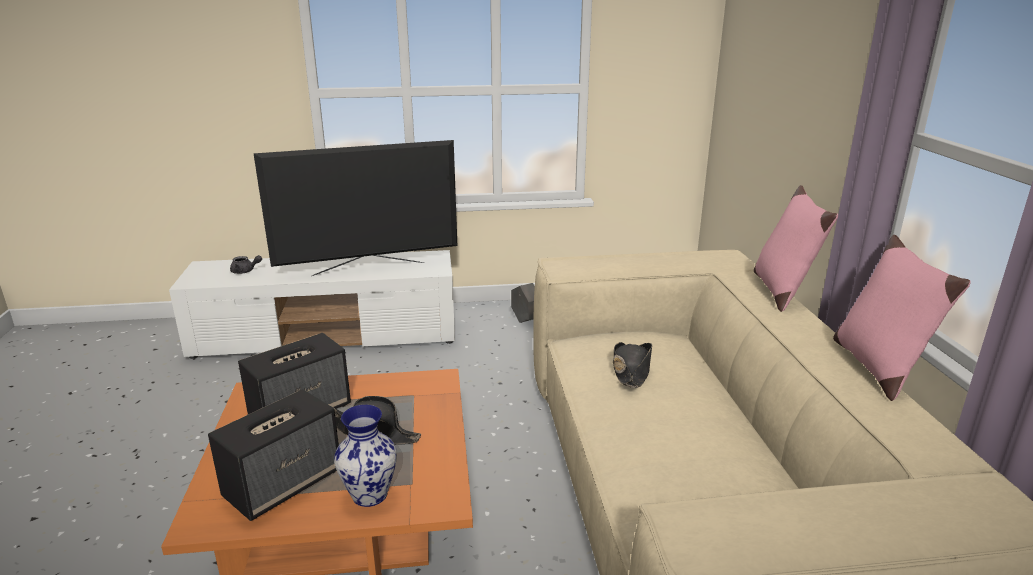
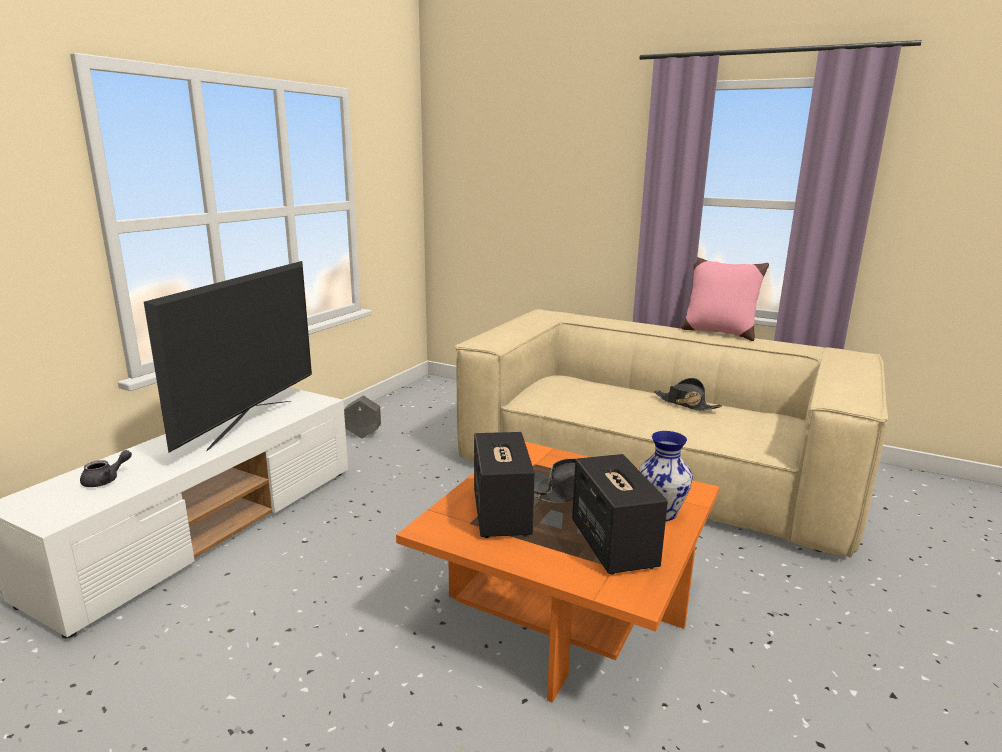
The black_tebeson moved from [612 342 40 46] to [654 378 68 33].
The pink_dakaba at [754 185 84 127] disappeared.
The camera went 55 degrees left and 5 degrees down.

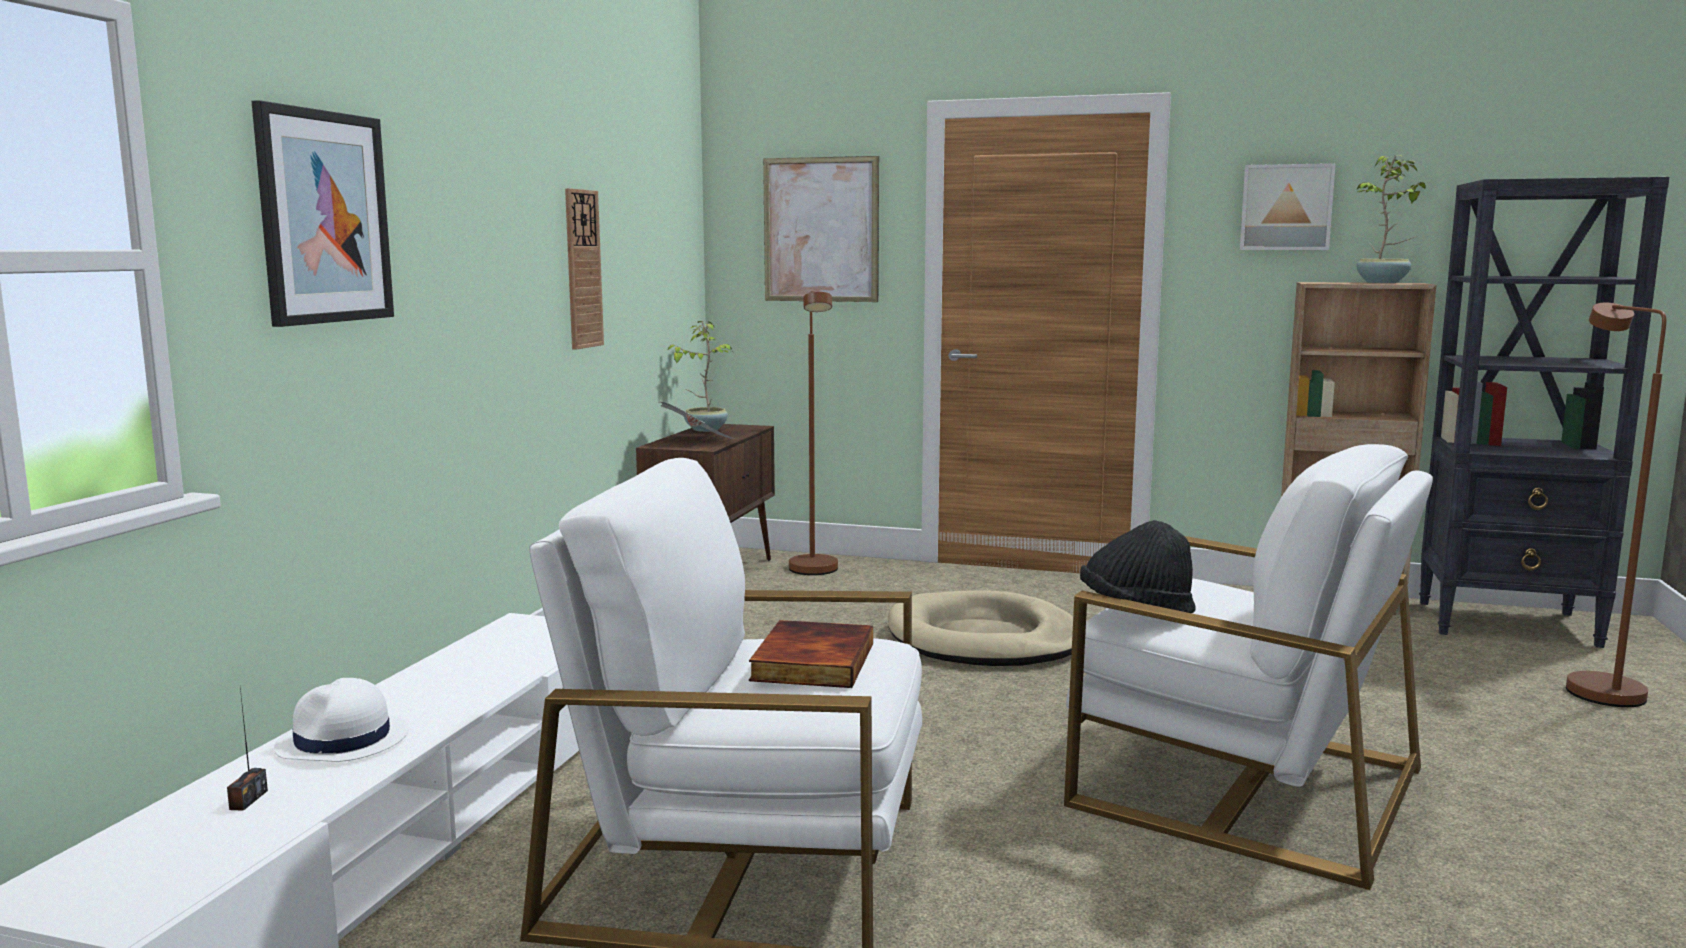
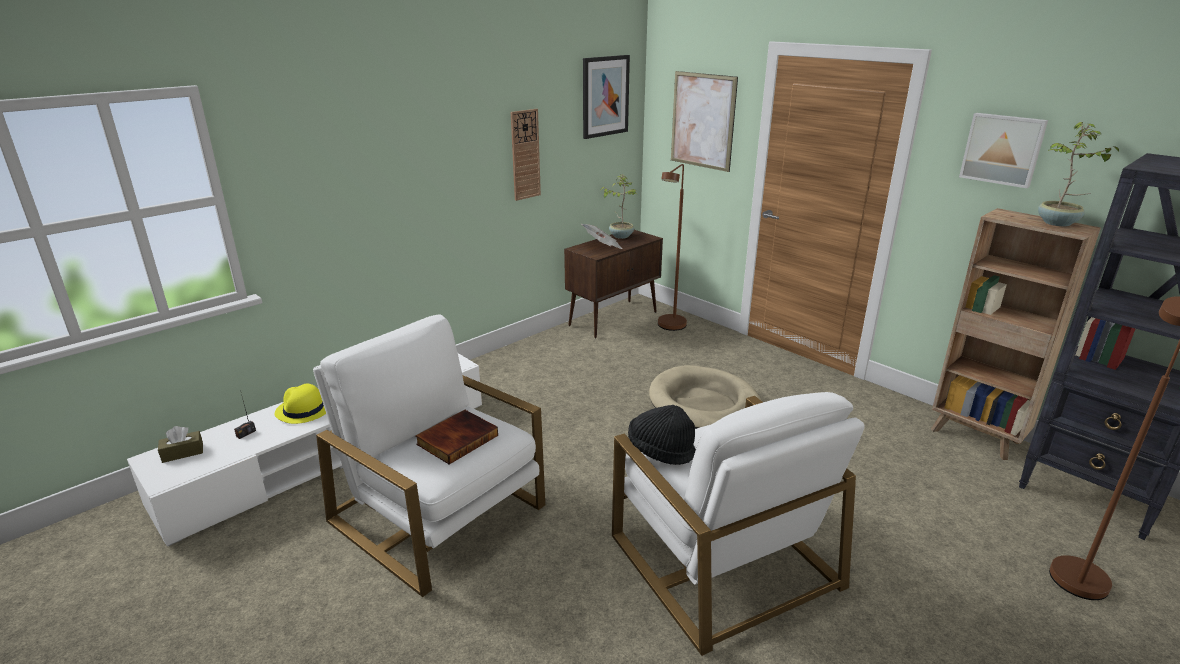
The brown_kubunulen at [158 426 45 37] appeared.
The white_tebeson at [274 678 135 84] became the yellow_tebeson at [275 384 51 40].
The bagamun moved from [252 100 142 227] to [583 55 47 84].
The camera went 30 degrees right and 15 degrees up.

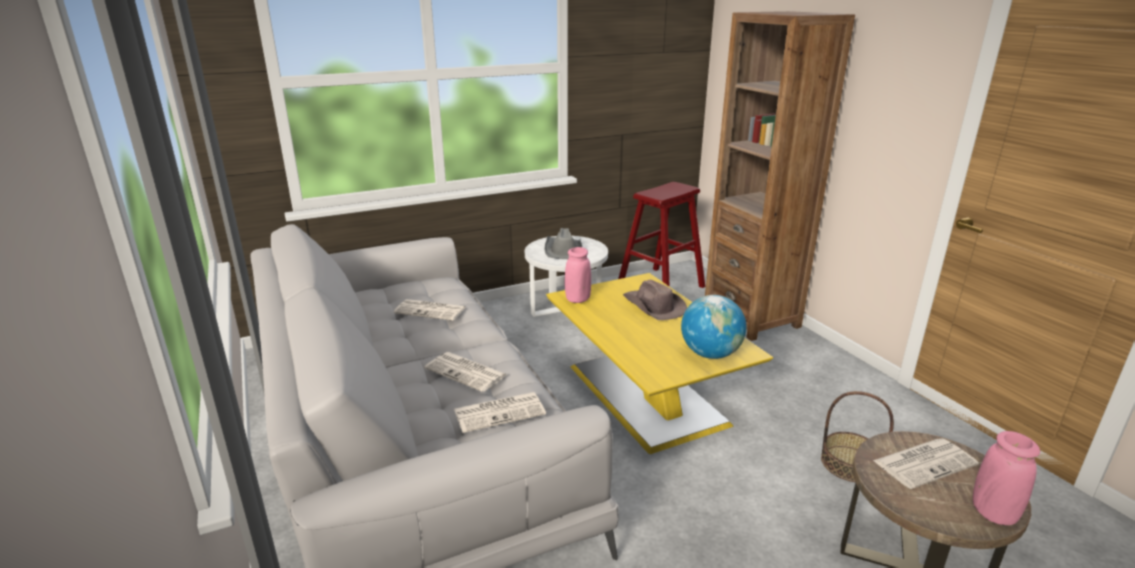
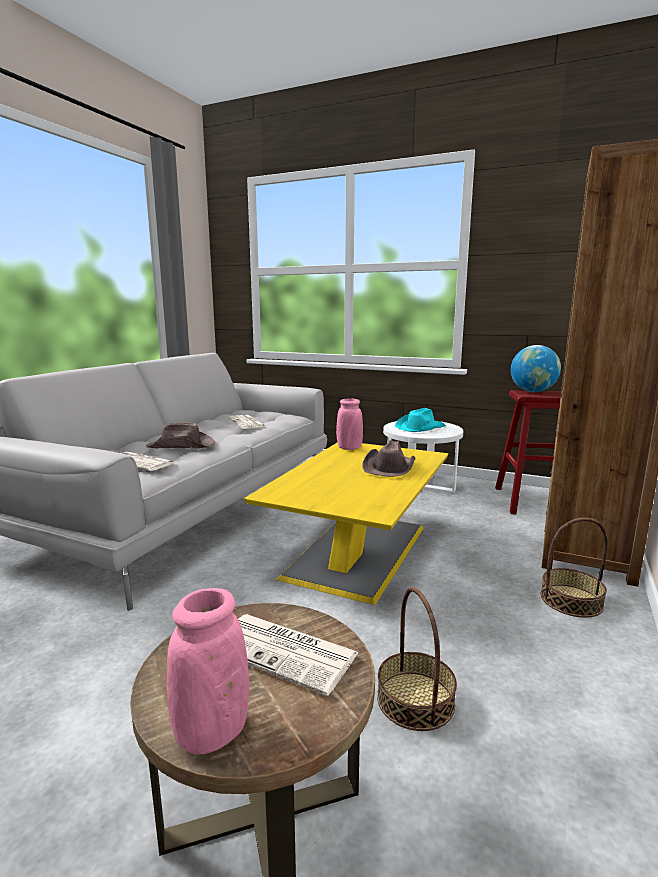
The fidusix at [424 352 83 40] was replaced by the brown_tebeson at [146 422 69 26].
The grey_tebeson at [544 228 38 31] became the turquoise_tebeson at [395 408 51 24].
The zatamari moved from [681 295 65 64] to [511 345 50 47].
The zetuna at [541 518 67 100] appeared.
The camera went 50 degrees right and 10 degrees down.

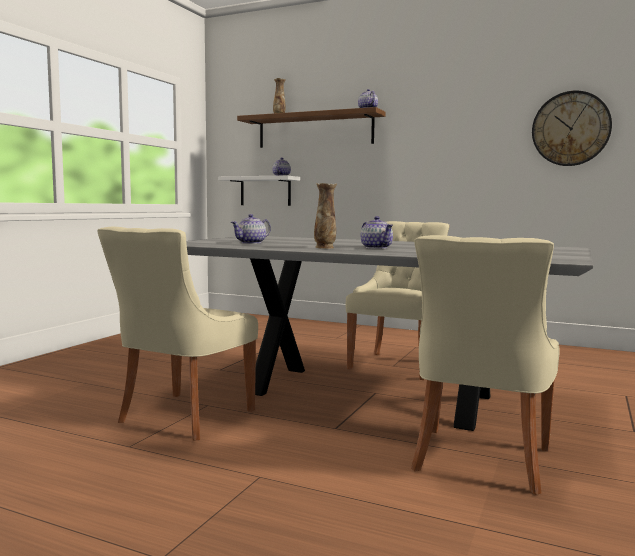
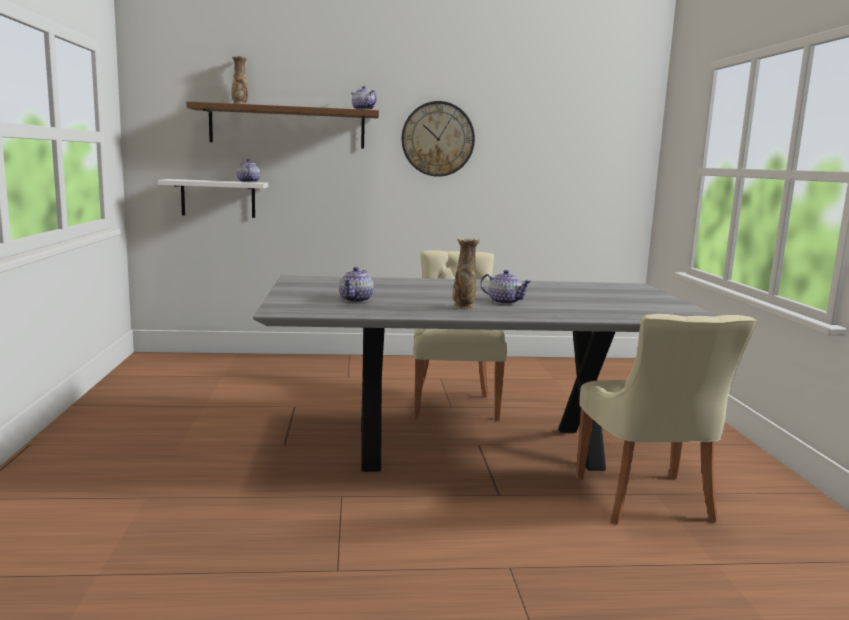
The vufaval moved from [532 91 80 75] to [402 101 73 76].
The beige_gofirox at [97 227 161 214] disappeared.
The camera went 30 degrees left and 5 degrees up.

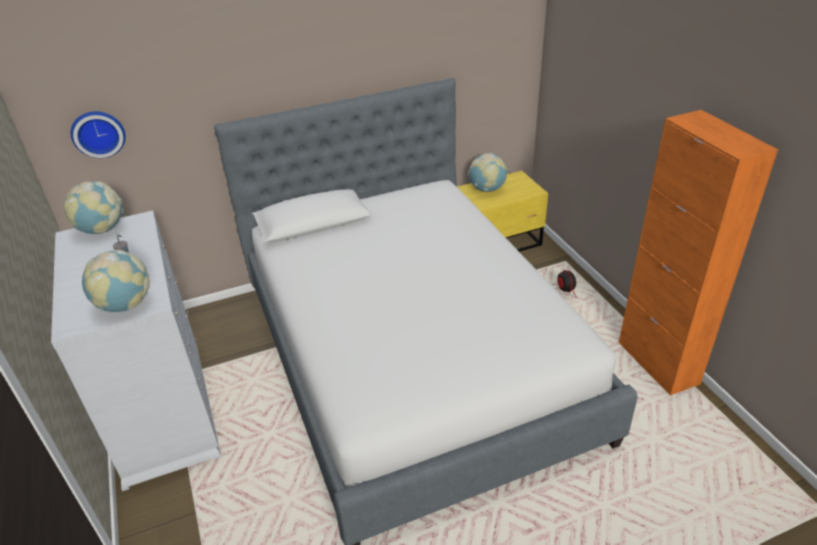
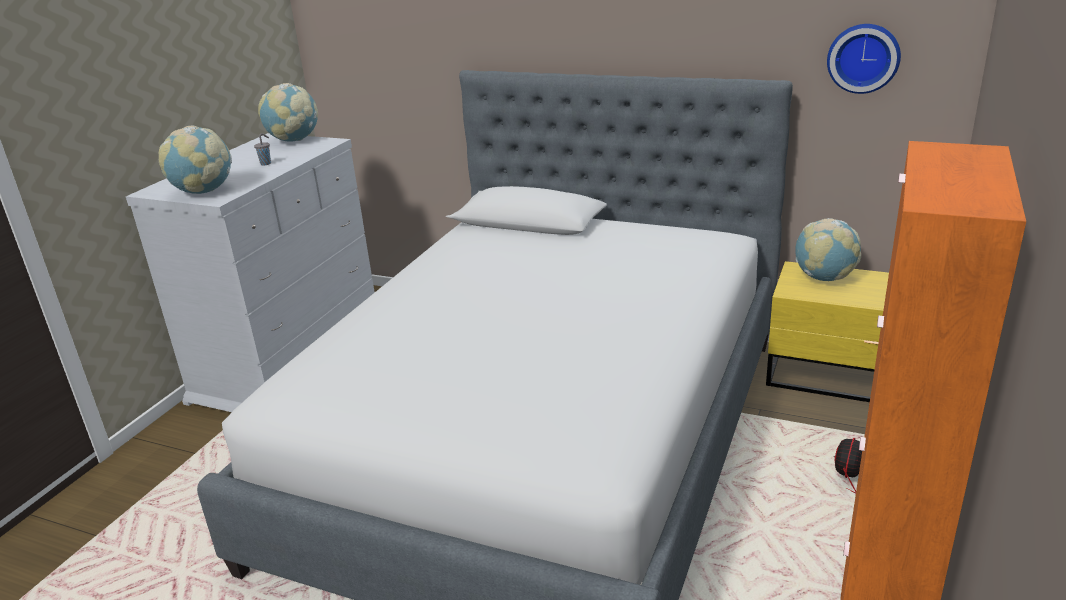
The vufaval moved from [71 111 55 47] to [827 24 74 70].
The camera went 45 degrees right and 10 degrees down.

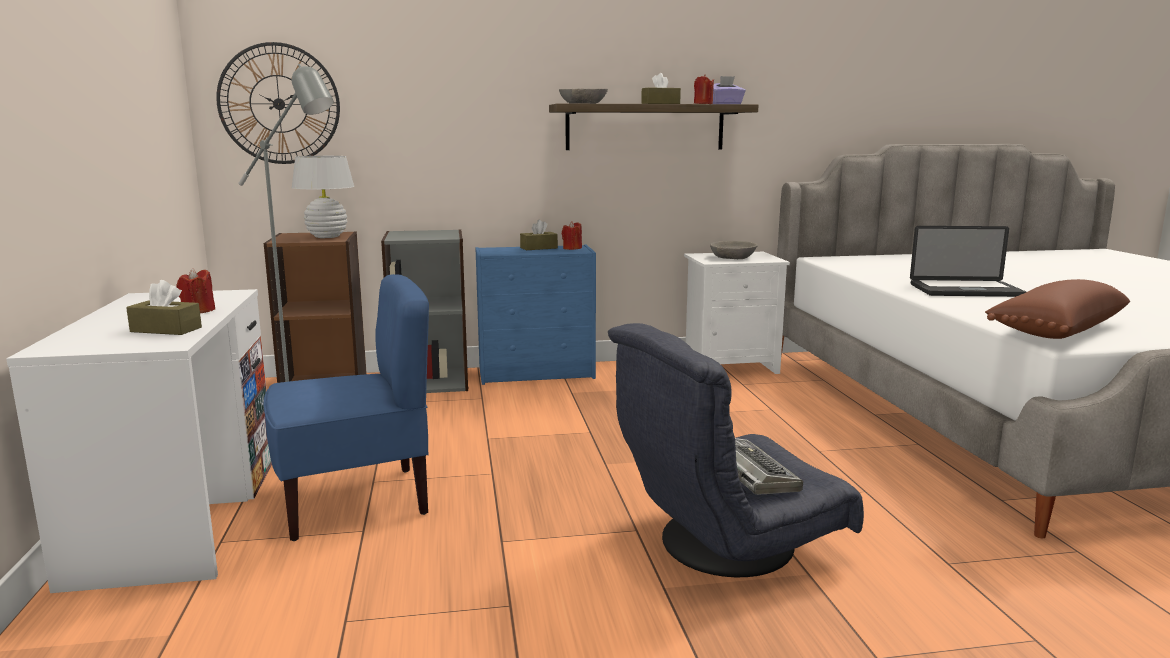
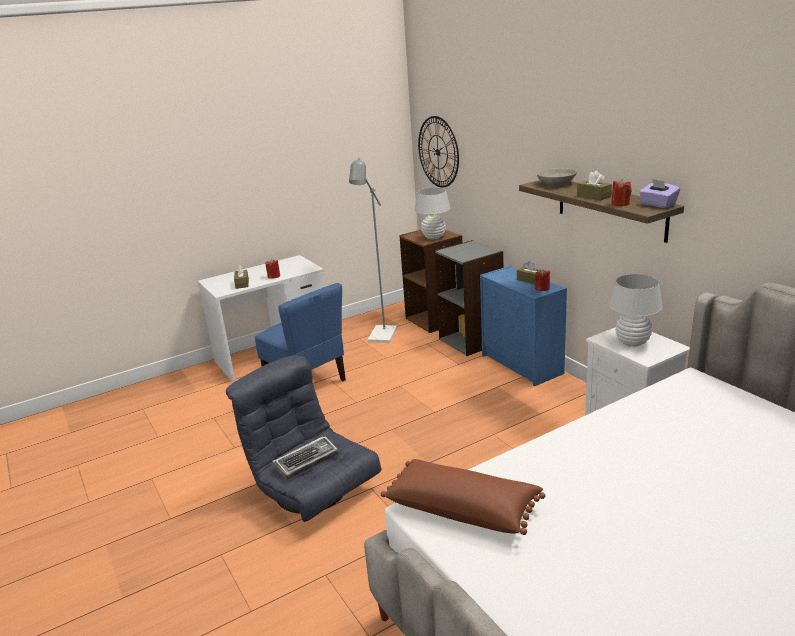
The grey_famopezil at [710 241 48 18] was replaced by the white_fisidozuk at [609 274 53 73].
The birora at [910 226 116 71] disappeared.
The camera went 70 degrees right and 10 degrees up.

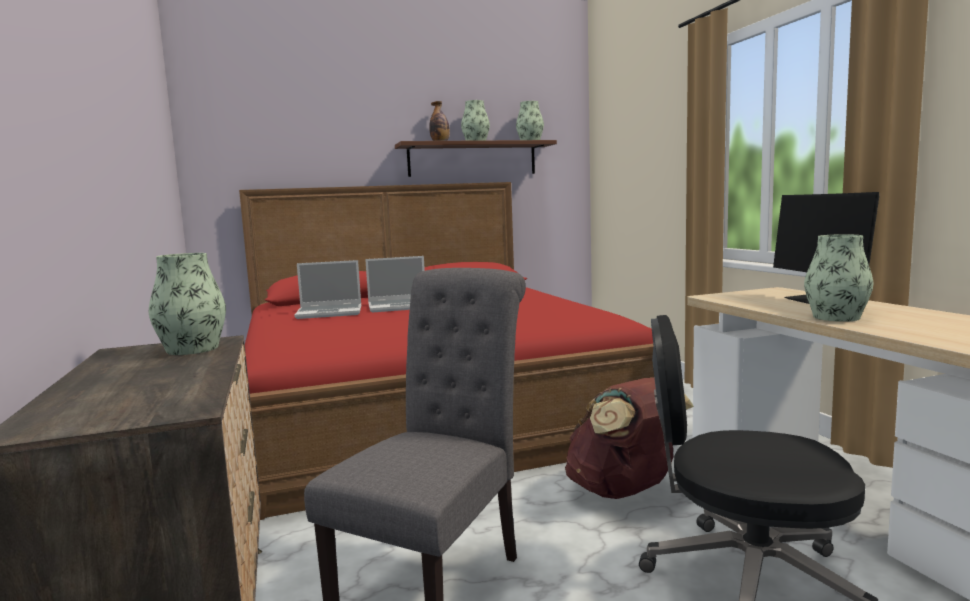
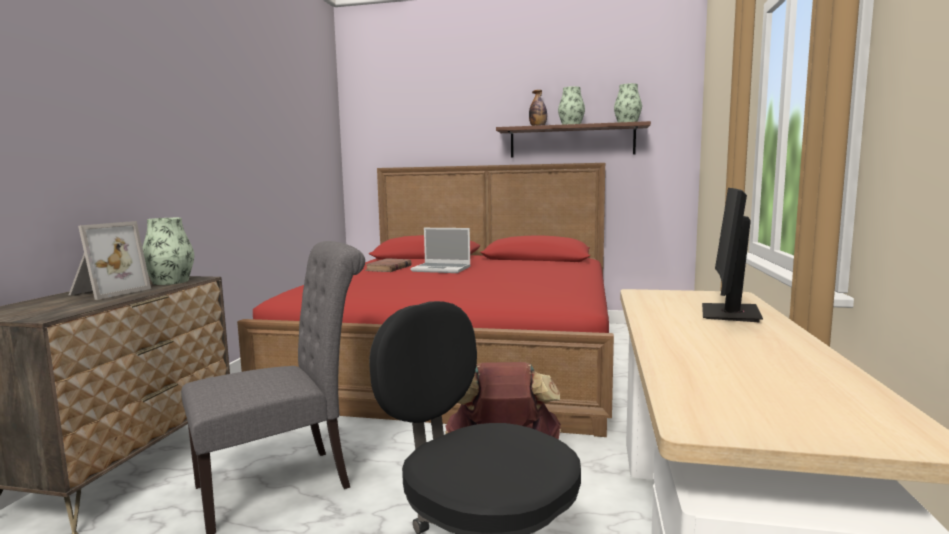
The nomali at [69 221 82 79] appeared.
The birora at [295 260 66 59] was replaced by the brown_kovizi at [365 259 47 13].
The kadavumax at [804 234 70 88] disappeared.
The camera went 30 degrees right and 0 degrees up.

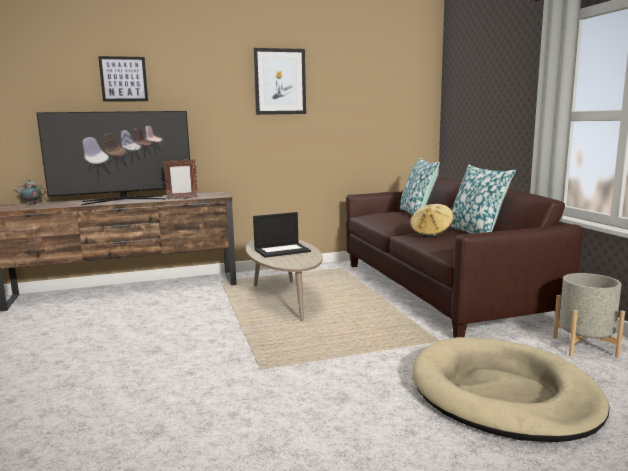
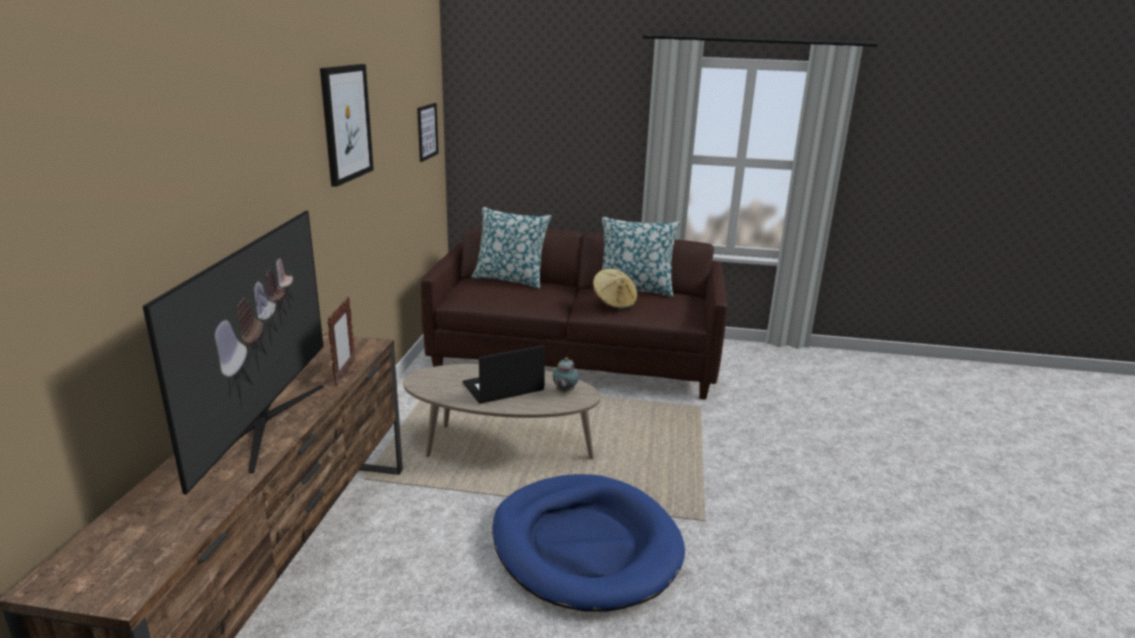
The bagamun moved from [98 56 50 46] to [417 103 22 59].
The birora at [253 212 58 46] turned 120 degrees counterclockwise.
The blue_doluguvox at [492 474 193 138] appeared.
The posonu moved from [15 179 31 26] to [553 357 26 36].
The beige_doluguvox at [412 337 198 105] disappeared.
The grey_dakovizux at [553 273 72 85] disappeared.
The camera went 65 degrees left and 10 degrees up.

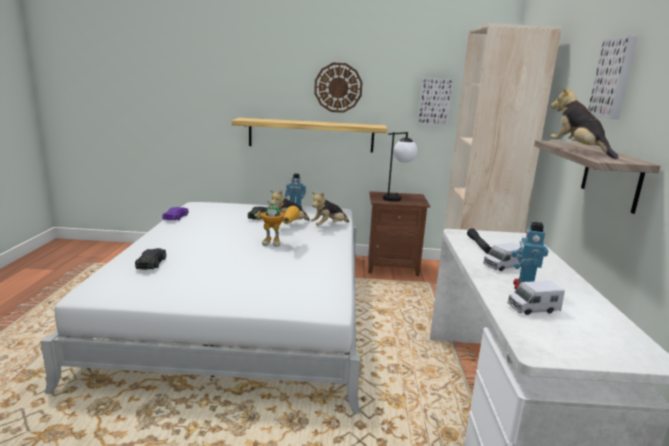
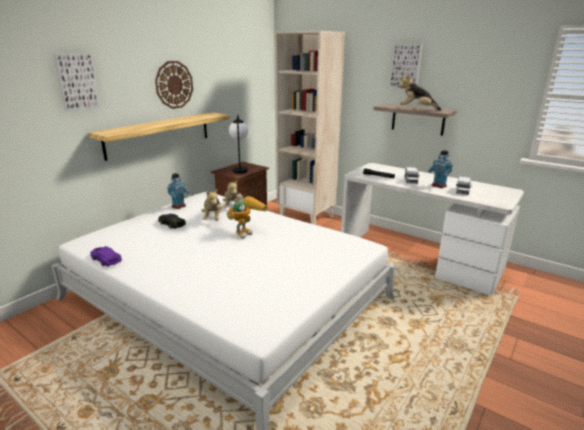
The bagamun moved from [417 78 36 48] to [53 53 47 58].
The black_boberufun at [135 248 31 22] disappeared.
The camera went 55 degrees left and 5 degrees up.

